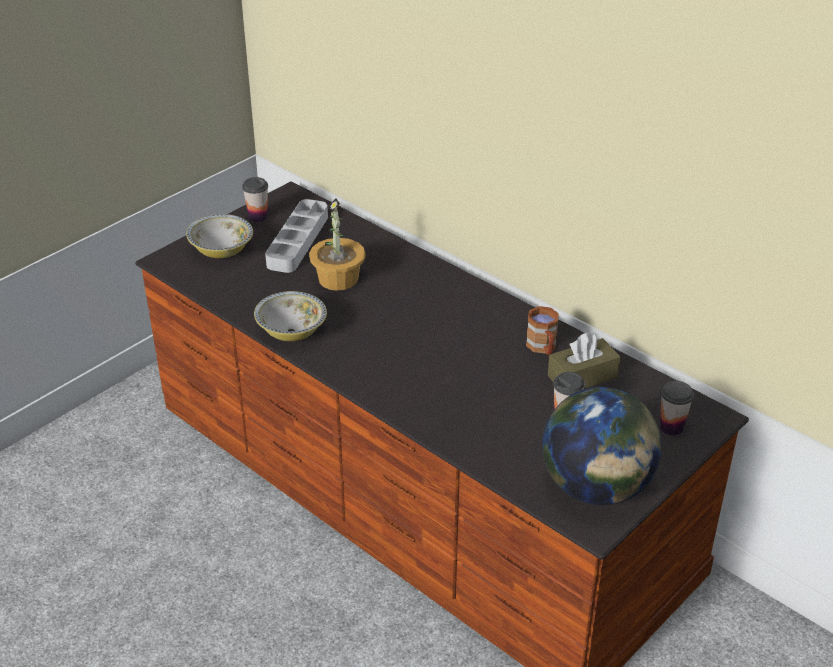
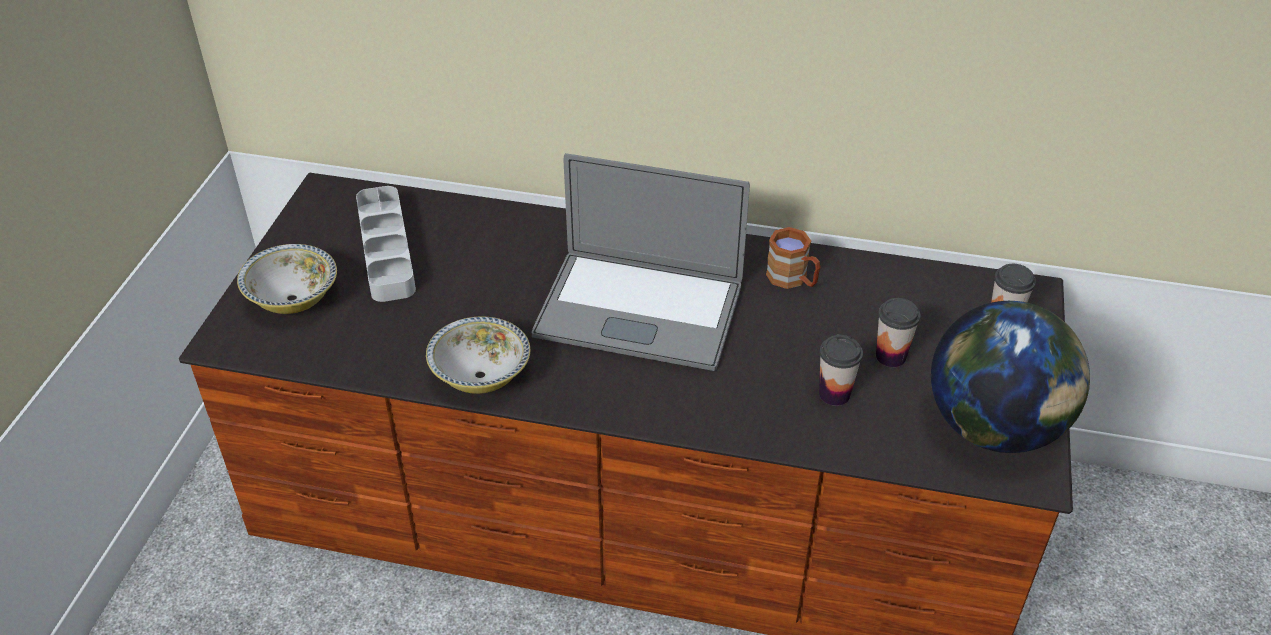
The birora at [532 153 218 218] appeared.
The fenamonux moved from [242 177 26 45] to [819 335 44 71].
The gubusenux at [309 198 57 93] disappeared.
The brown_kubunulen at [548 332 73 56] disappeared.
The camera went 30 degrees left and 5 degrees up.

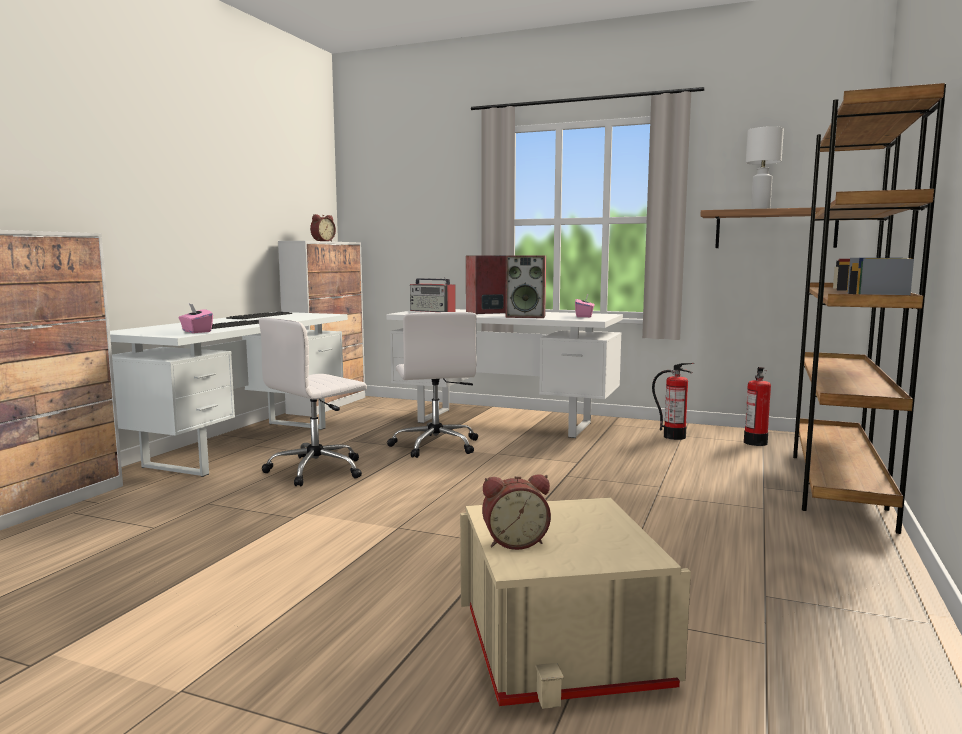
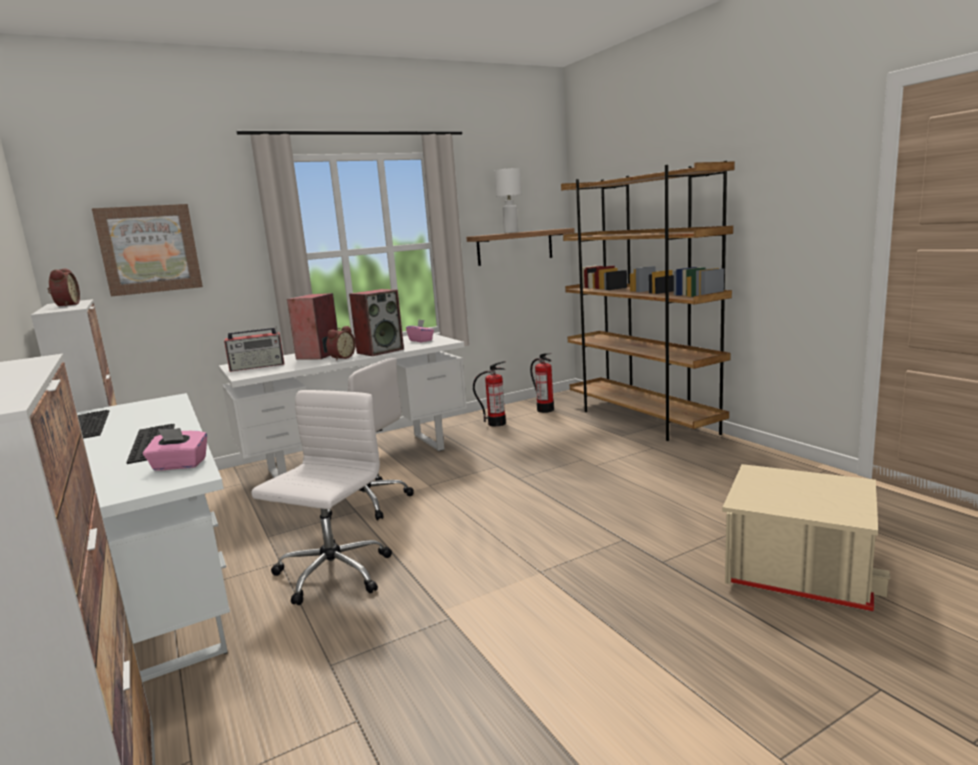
The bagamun at [92 204 111 92] appeared.
The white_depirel at [259 318 108 169] turned 150 degrees counterclockwise.
The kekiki moved from [482 474 69 76] to [326 326 30 35].
The camera went 50 degrees left and 5 degrees up.

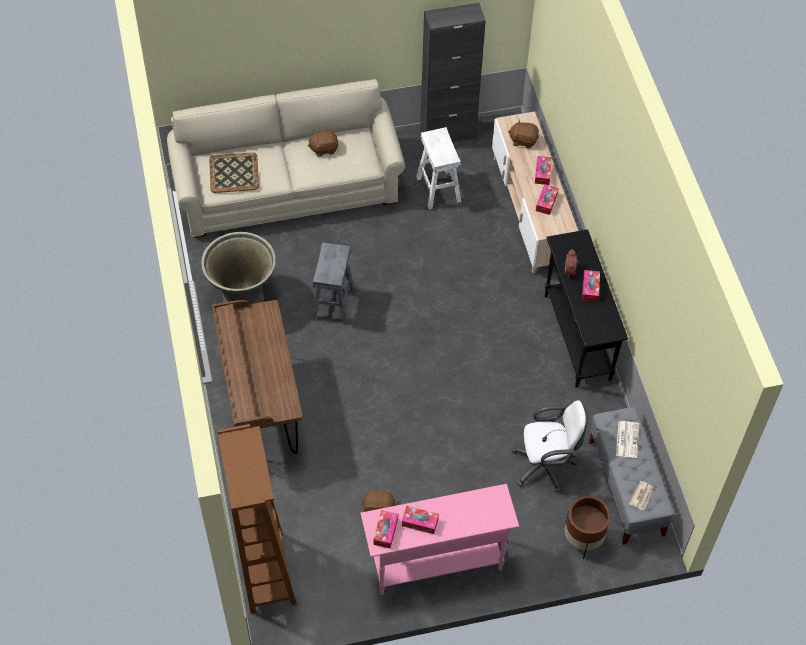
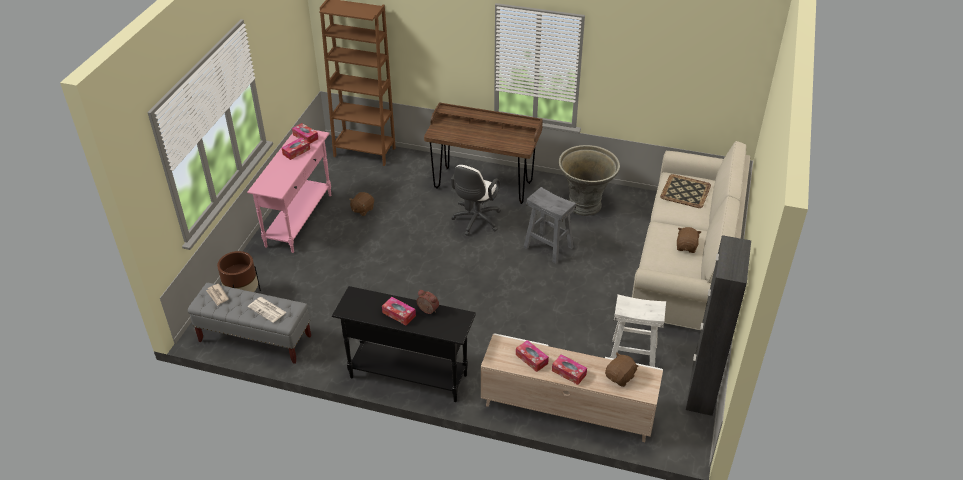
The white_depirel moved from [512 400 76 93] to [451 165 50 71].
The camera went 120 degrees right and 15 degrees down.

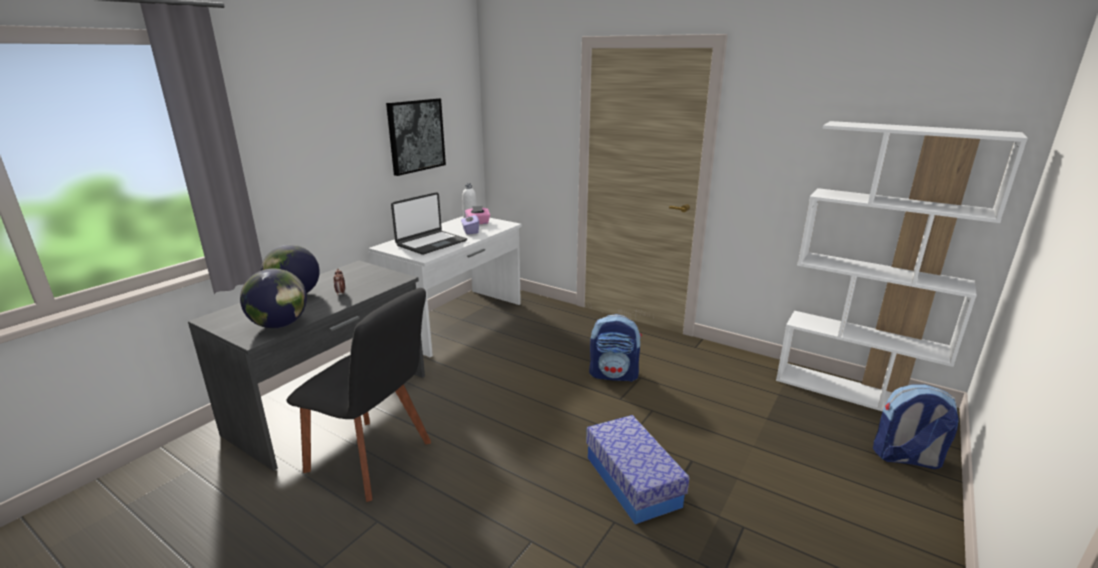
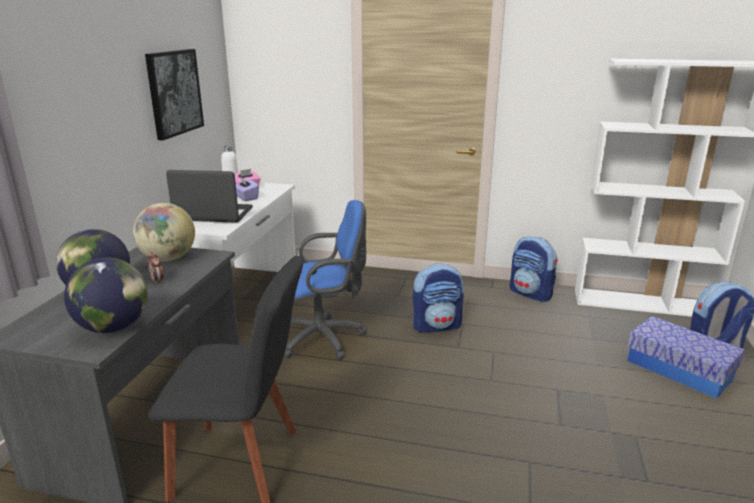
The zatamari at [133 203 62 58] appeared.
The birora at [391 192 76 63] turned 105 degrees counterclockwise.
The blue_depirel at [284 200 83 160] appeared.
The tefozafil at [510 236 48 66] appeared.
The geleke moved from [586 415 103 109] to [627 316 118 83].
The camera went 20 degrees left and 0 degrees up.

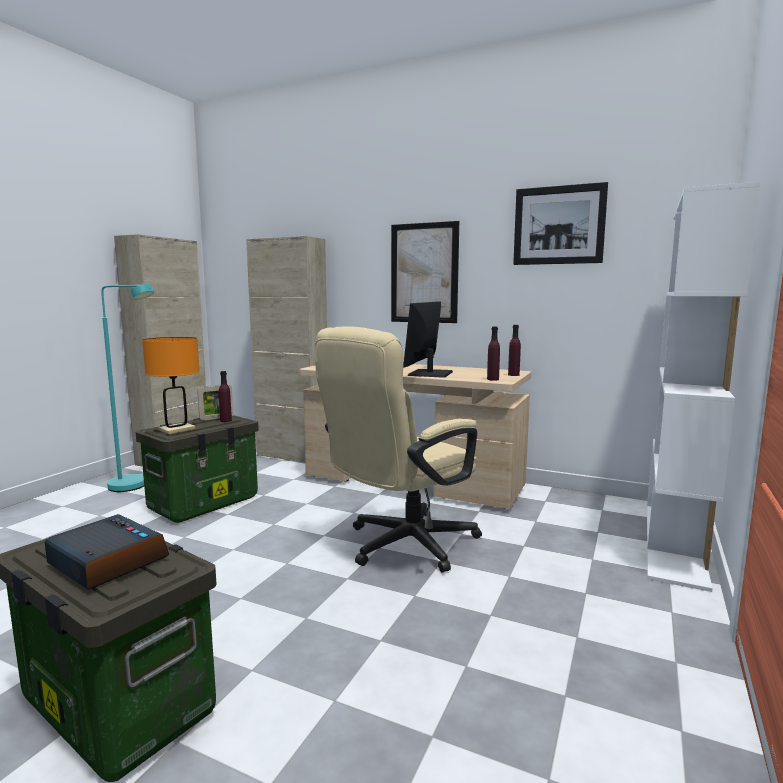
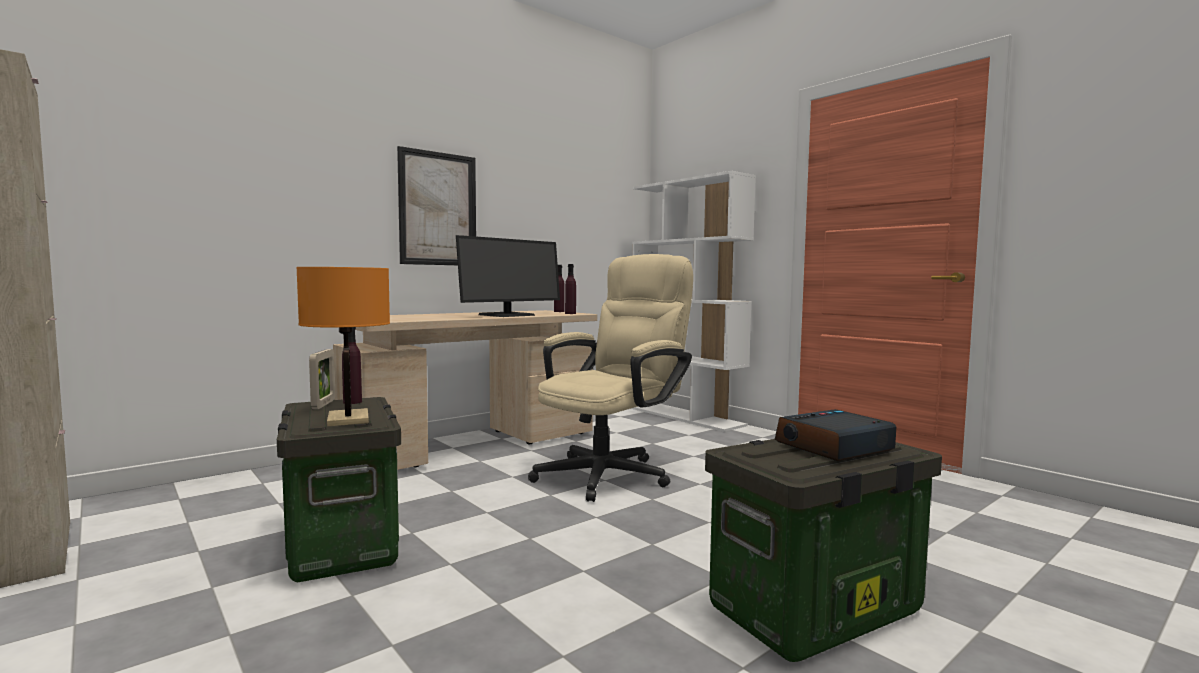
The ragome at [403 301 50 77] turned 90 degrees counterclockwise.
The beige_depirel at [315 326 167 247] turned 120 degrees counterclockwise.
The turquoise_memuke at [101 284 53 208] disappeared.
The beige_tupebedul at [246 236 81 227] disappeared.
The bagamun at [513 182 95 83] disappeared.
The camera went 65 degrees left and 5 degrees down.

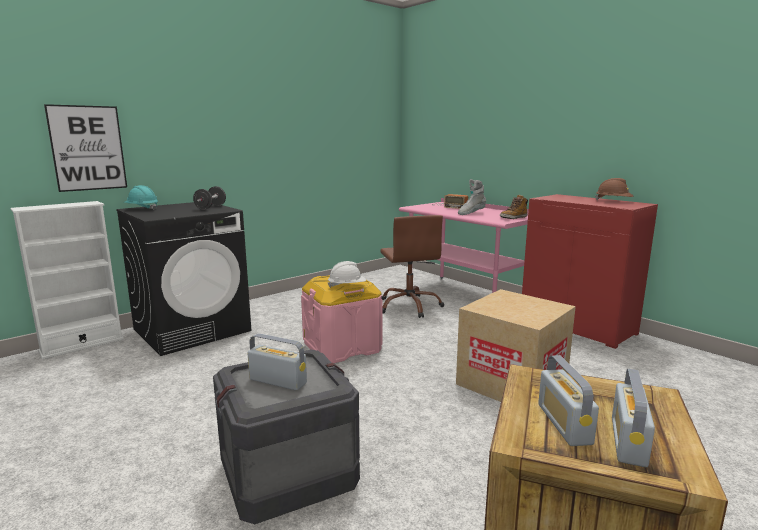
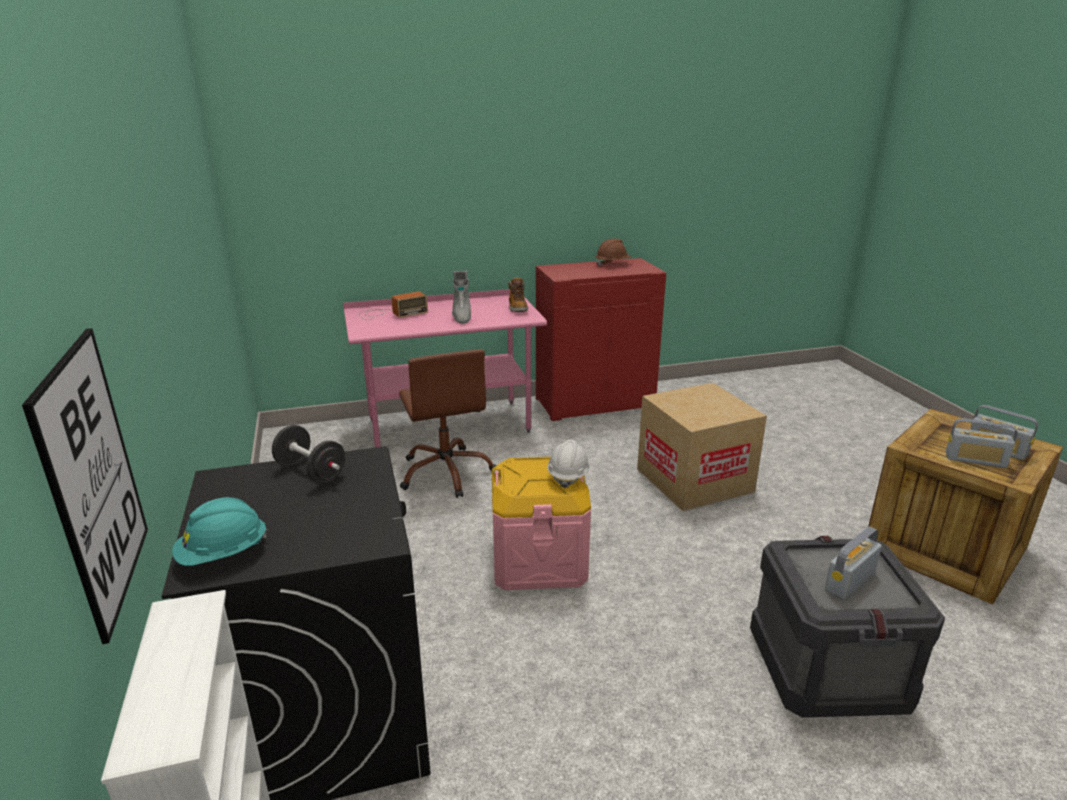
The brown_depirel at [380 215 64 103] turned 60 degrees clockwise.
The camera went 65 degrees left and 10 degrees up.

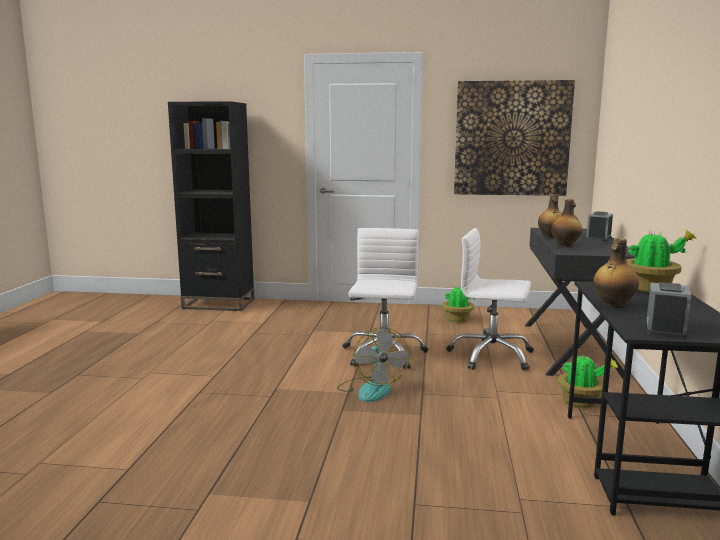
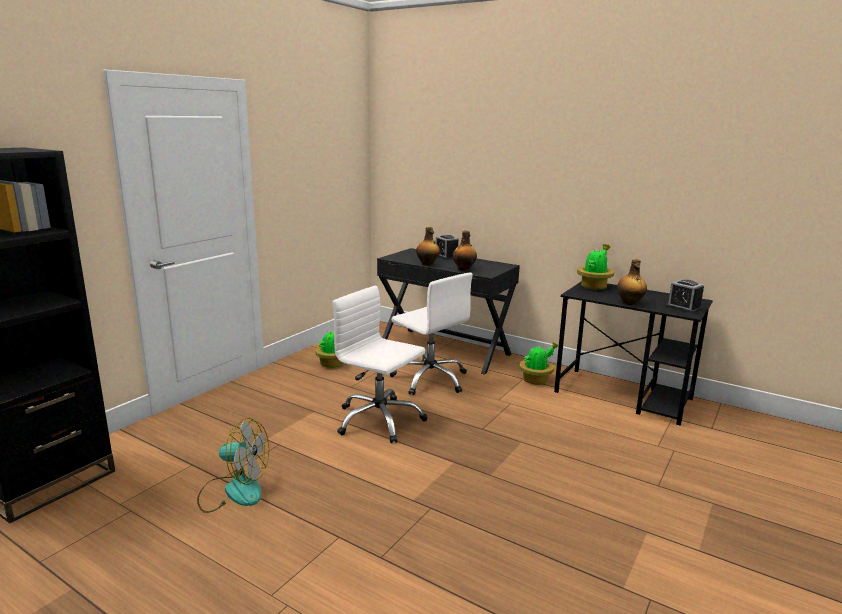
The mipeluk moved from [337 327 72 75] to [197 418 72 95].
The white_depirel at [447 228 87 142] turned 90 degrees counterclockwise.
The bagamun at [454 80 121 116] disappeared.
The camera went 65 degrees left and 5 degrees up.

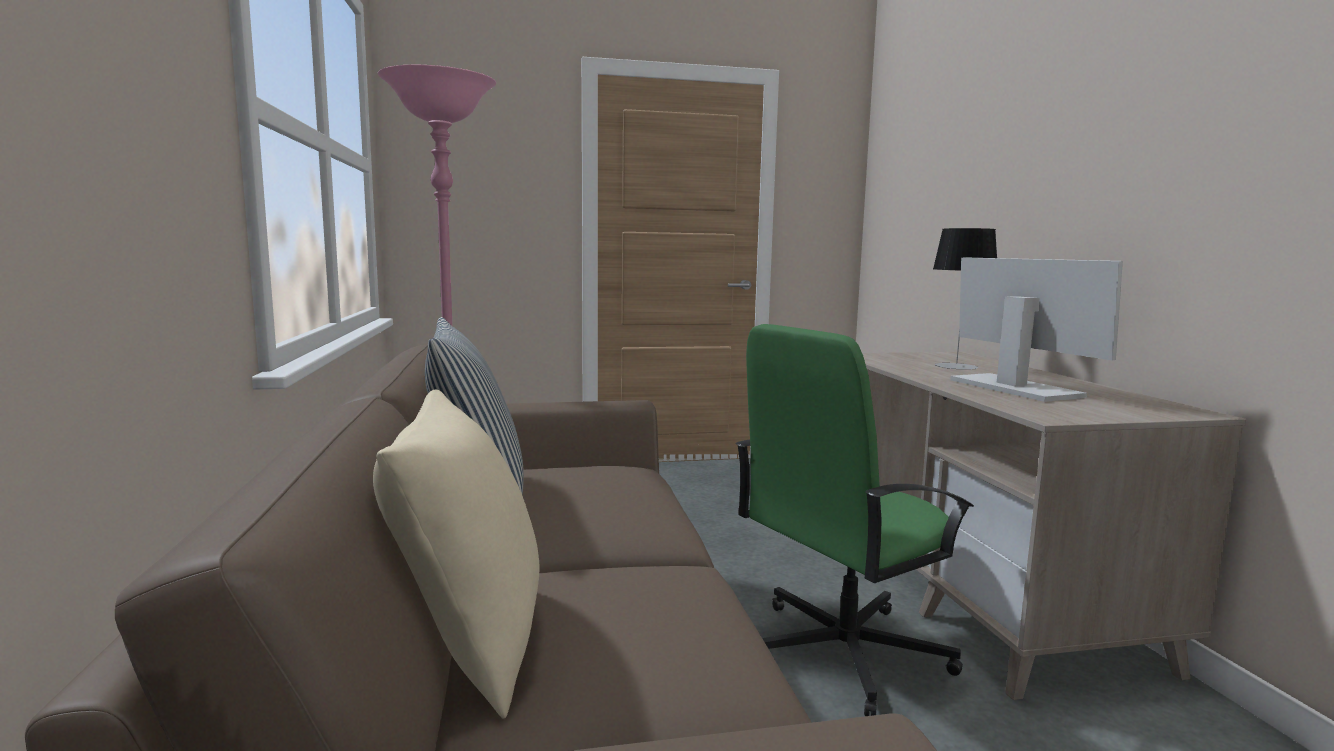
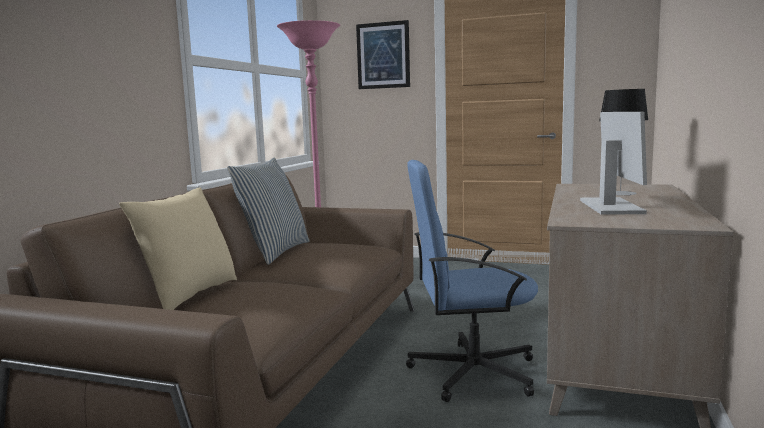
The bagamun at [356 20 54 69] appeared.
The green_depirel at [735 324 239 392] became the blue_depirel at [406 160 132 242].
The camera went 30 degrees right and 0 degrees up.

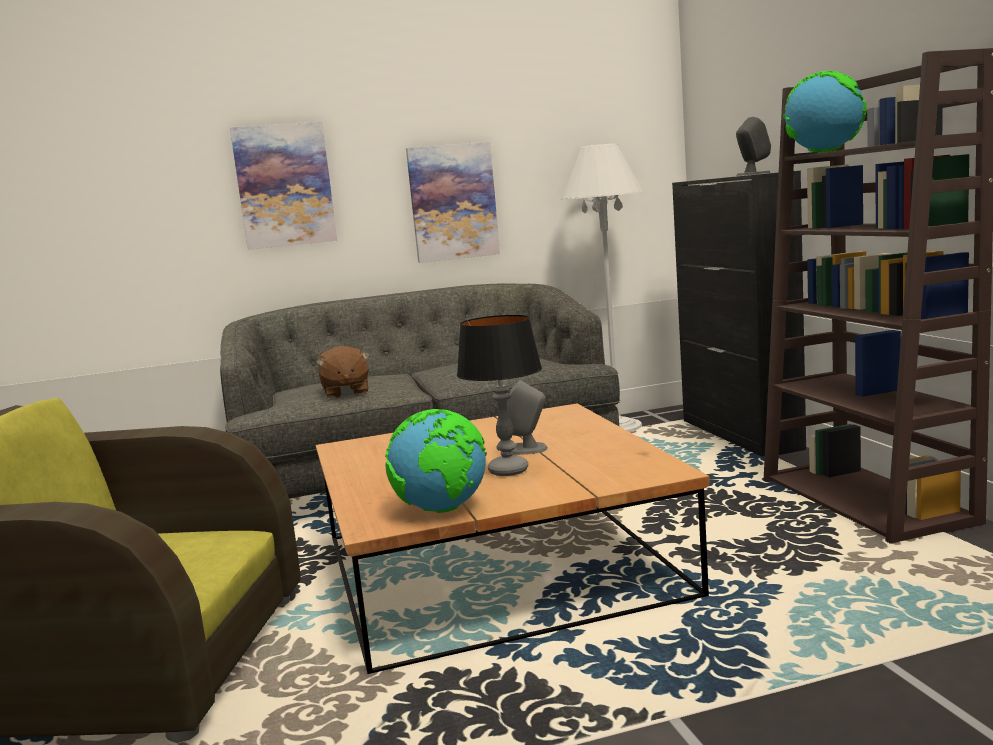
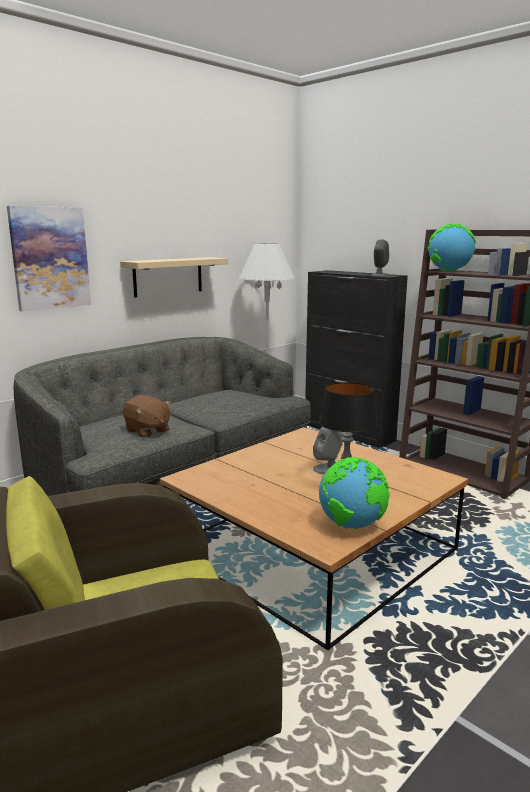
The bagamun at [406 142 94 121] was replaced by the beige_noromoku at [120 257 108 40].
The camera went 30 degrees left and 5 degrees up.

